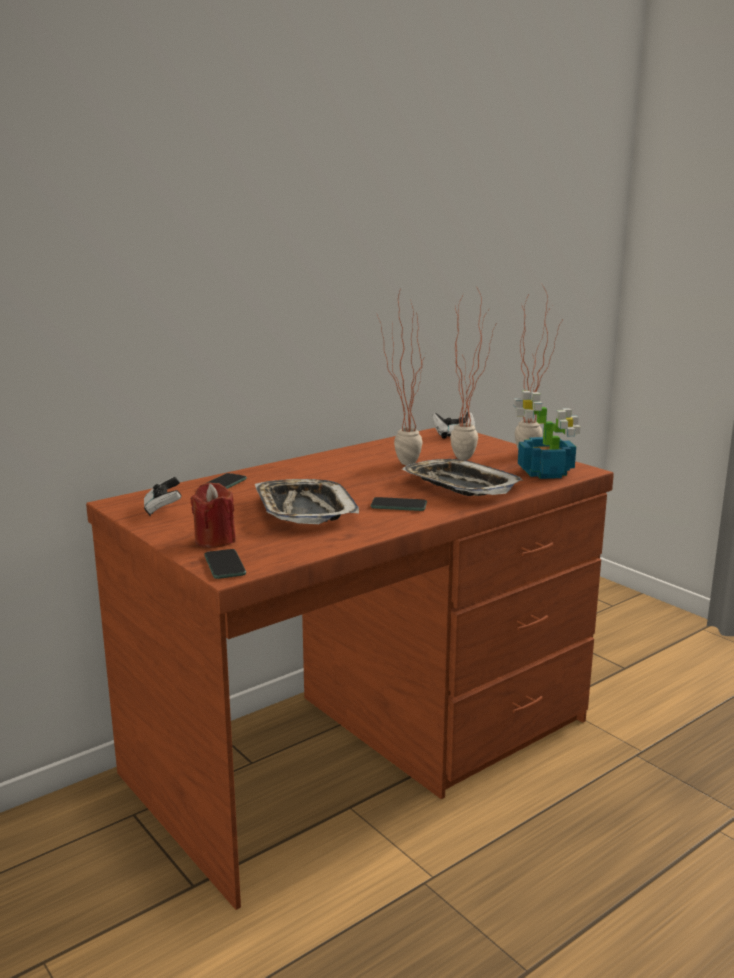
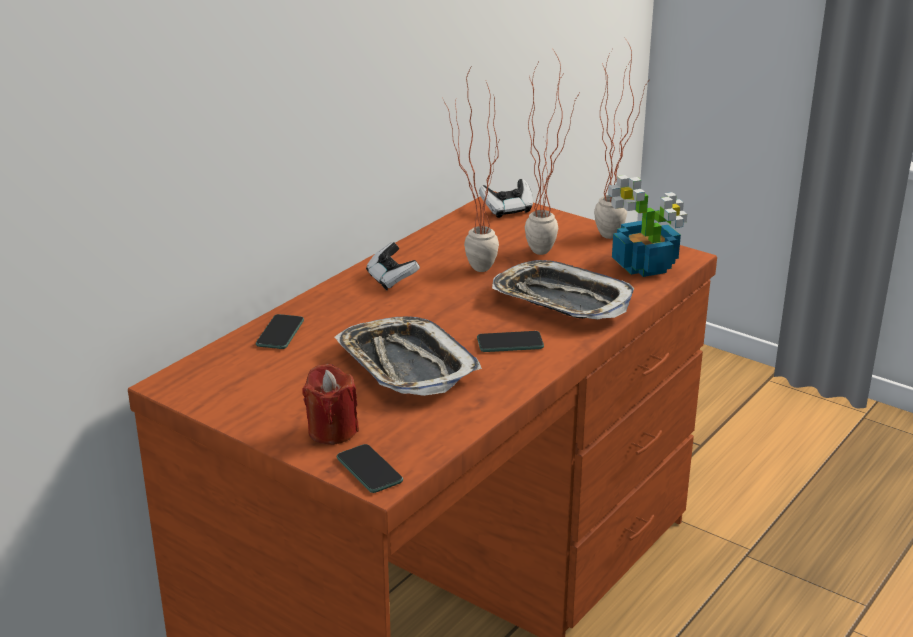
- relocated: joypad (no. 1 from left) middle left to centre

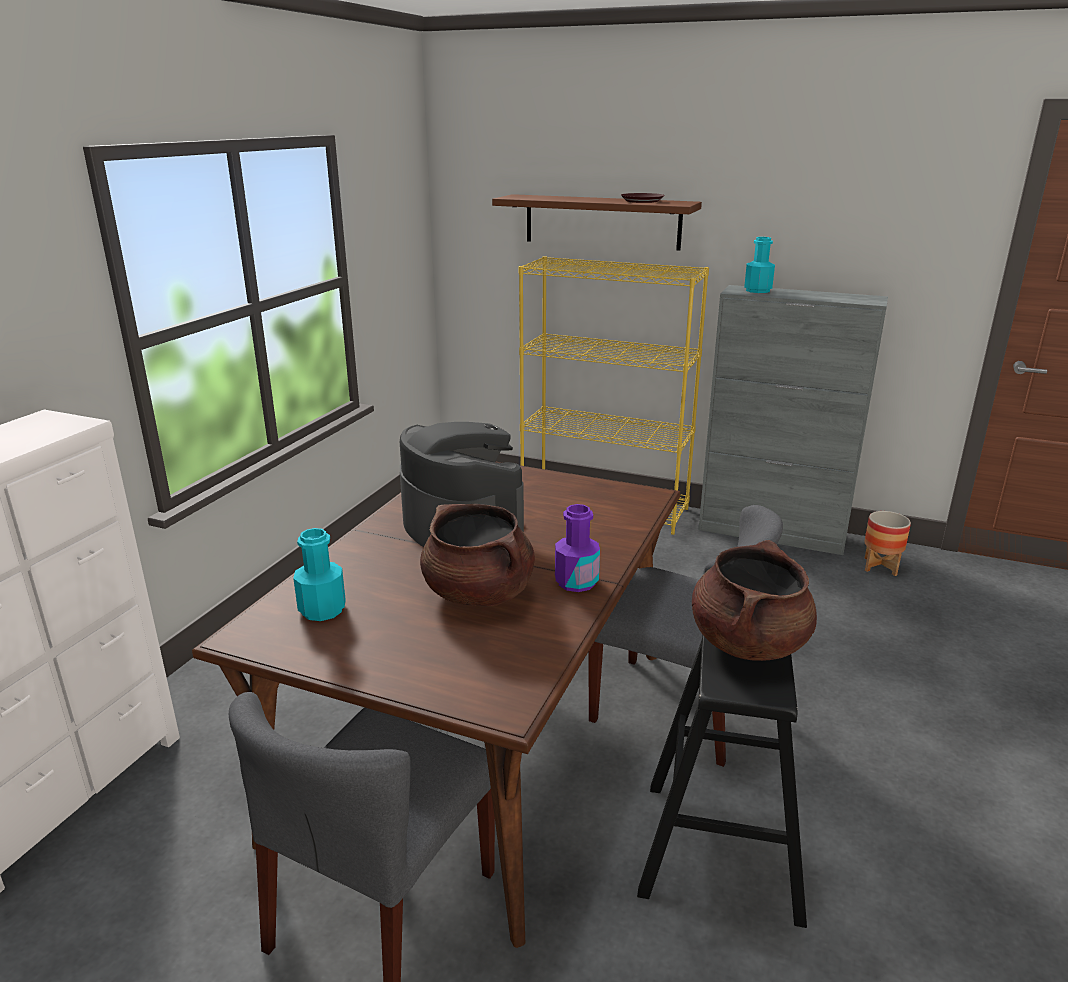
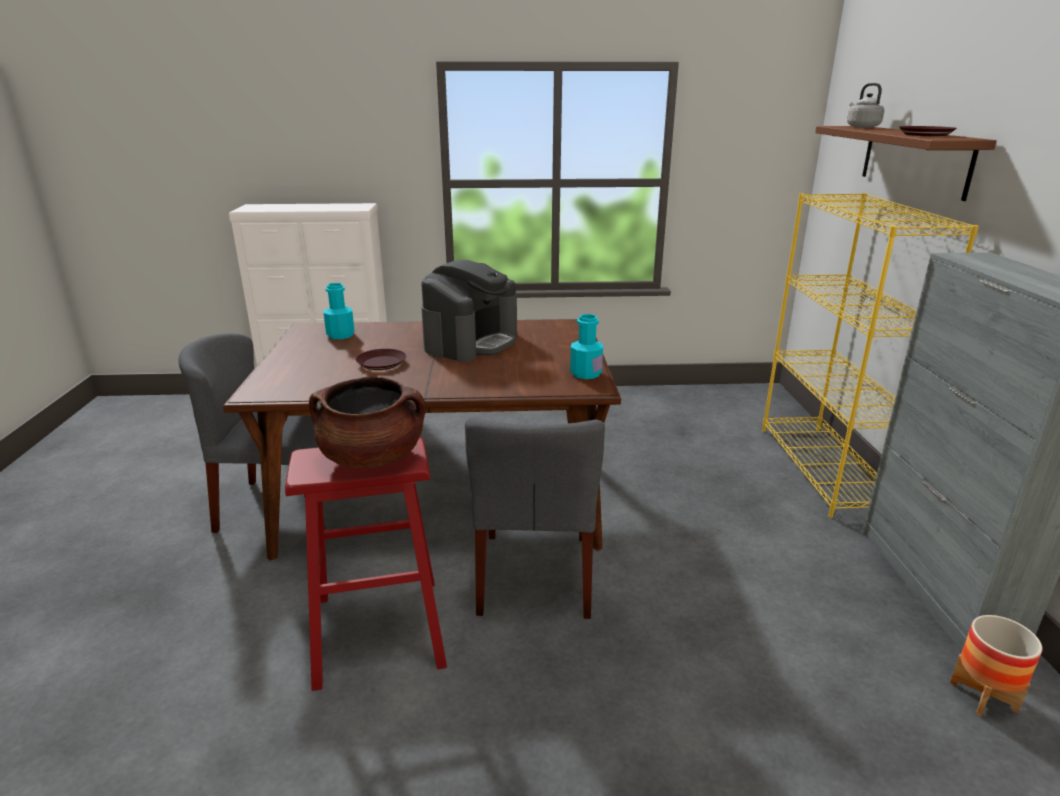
- relocated: turquoise drink bottle (no. 2 from left) top right to centre
- exchanged: brown saucepot (no. 1 from left) centre to brown dinner plate (no. 1 from left) centre
- missing: purple drink bottle centre
- colour: black-coloured stool seat bottom right to reddish stool seat bottom centre
- appeared: grey kettle top right

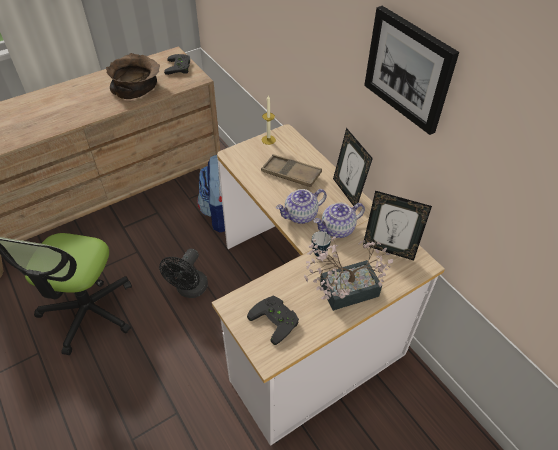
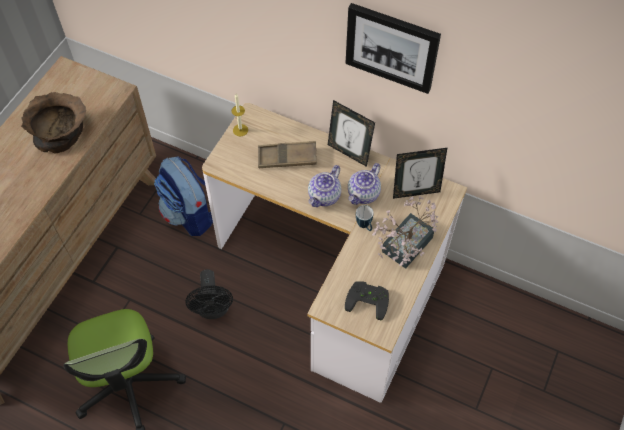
- missing: black-coloured joypad (no. 1 from left) top left

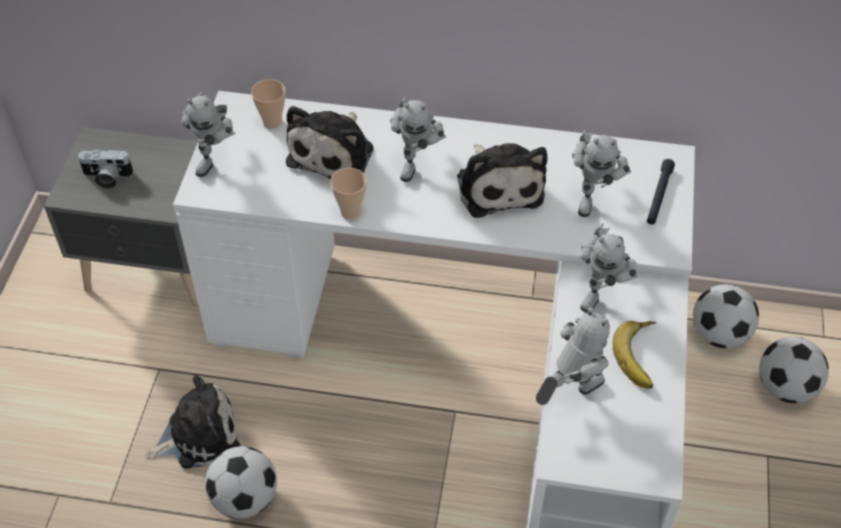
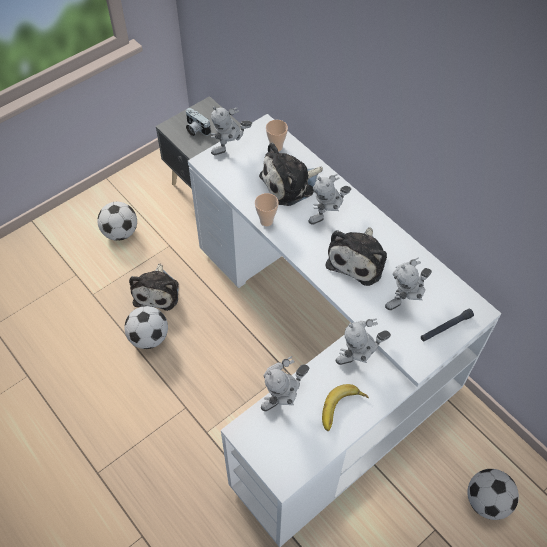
- relocated: football ball (no. 2 from left in the first image) middle right to football ball (no. 1 from left) middle left
- spun: robot figure (no. 3 from left in the first image) bottom right = bottom centre 135 degrees clockwise
- spun: soft toy (no. 1 from left) bottom left = middle left 75 degrees clockwise

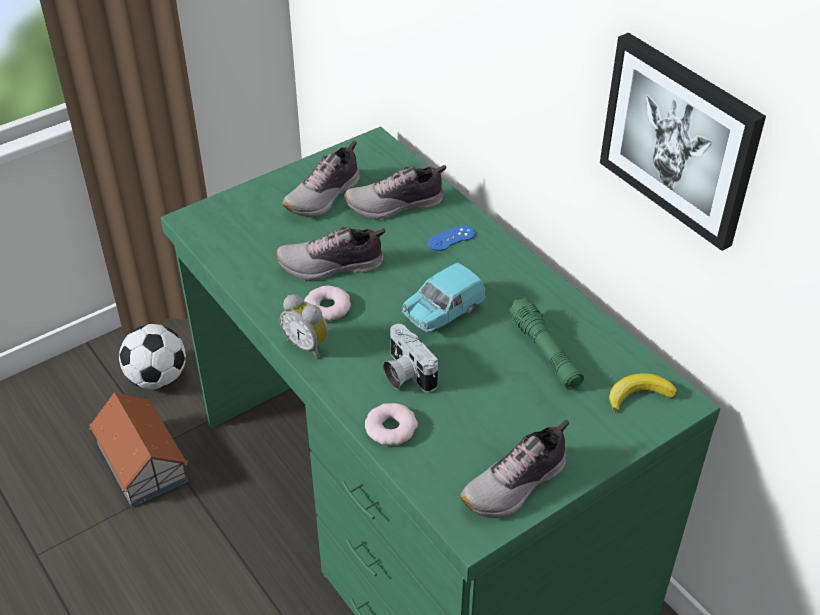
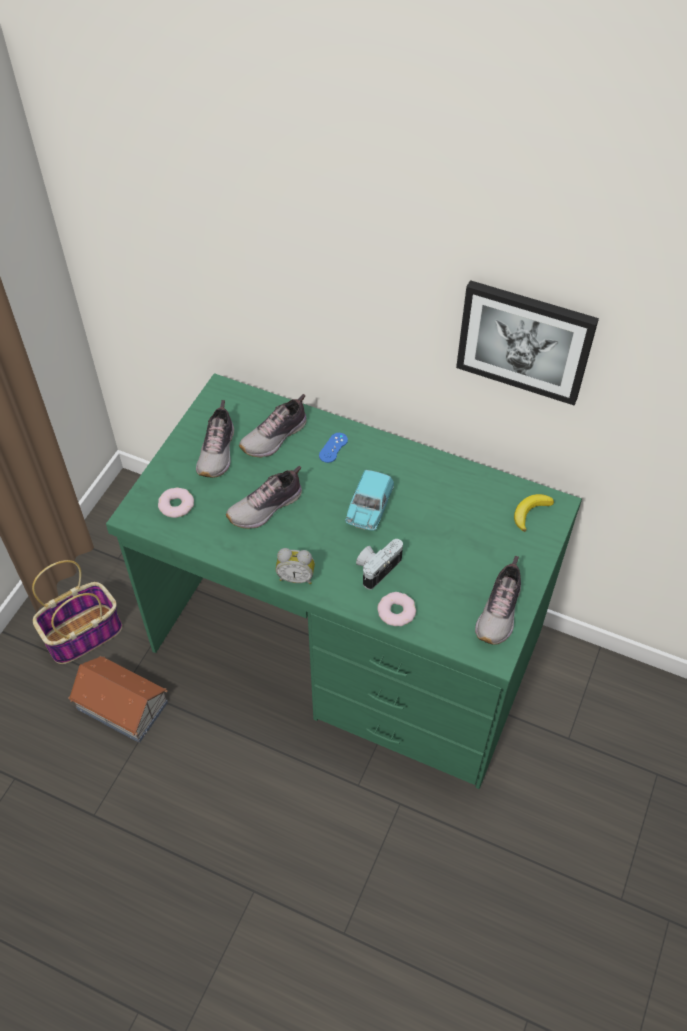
- relocated: donut (no. 1 from left) centre to middle left
- missing: green torch centre
- exchanged: football ball middle left to storage basket middle left
- spun: photo camera centre = centre 105 degrees clockwise

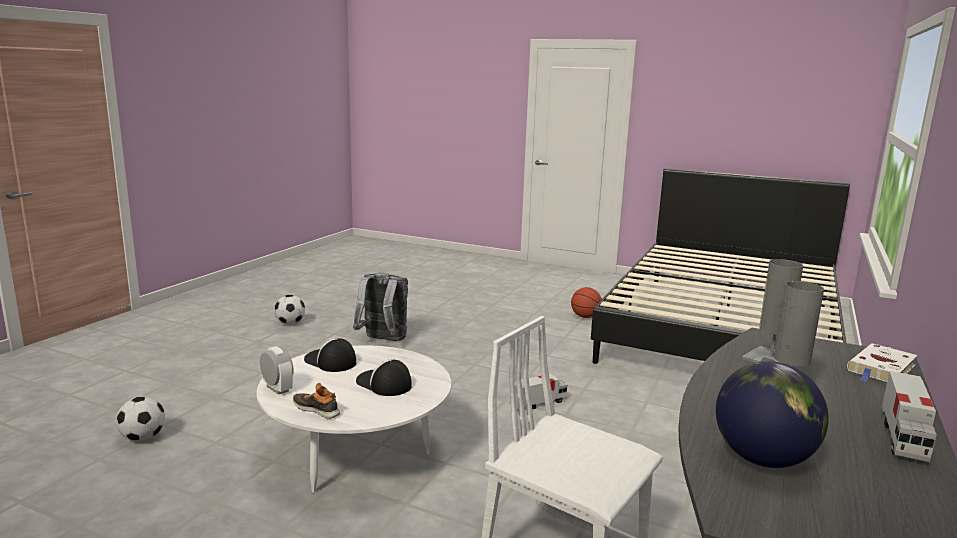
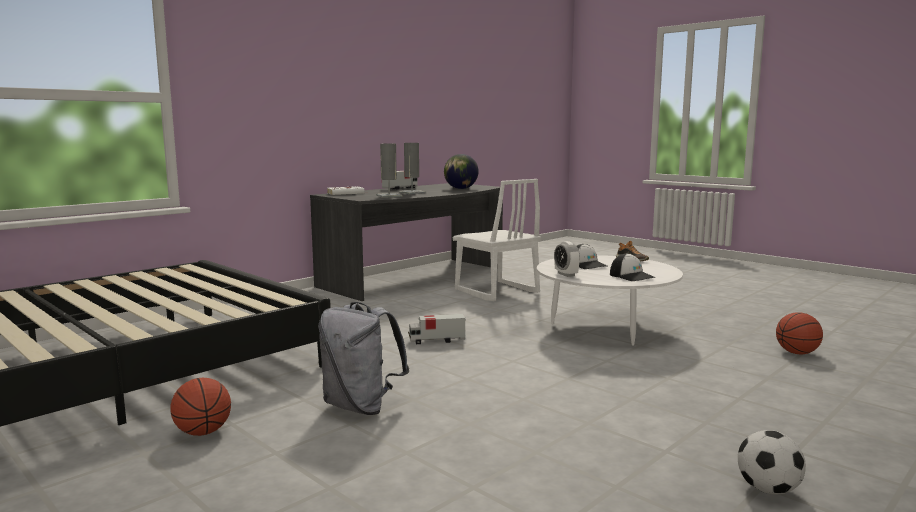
- relocated: grey rucksack centre to bottom centre
- relocated: bedside clock bottom left to centre
- exchanged: football ball (no. 1 from left) bottom left to basketball (no. 2 from left) middle right

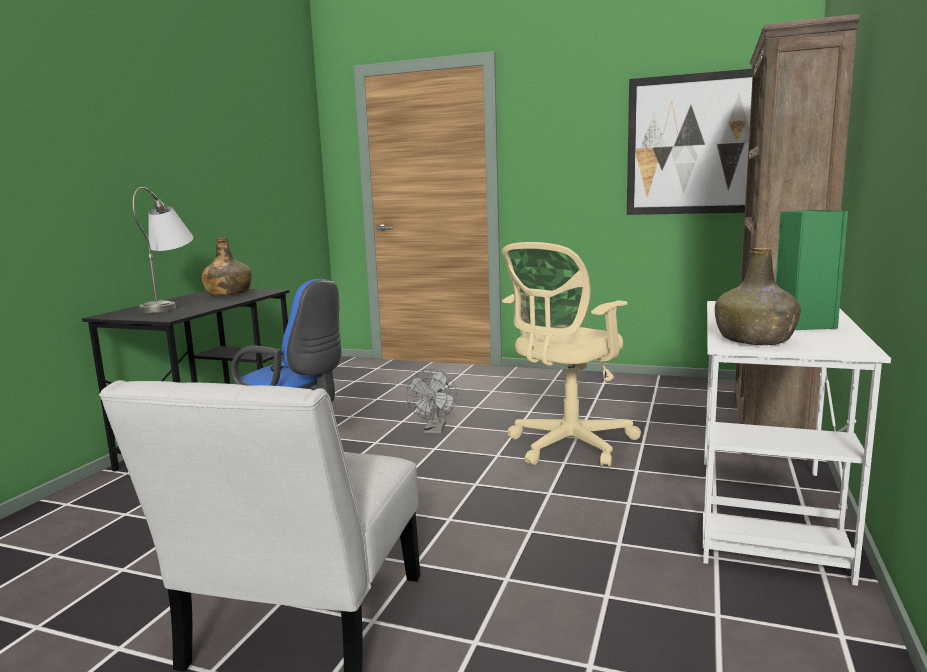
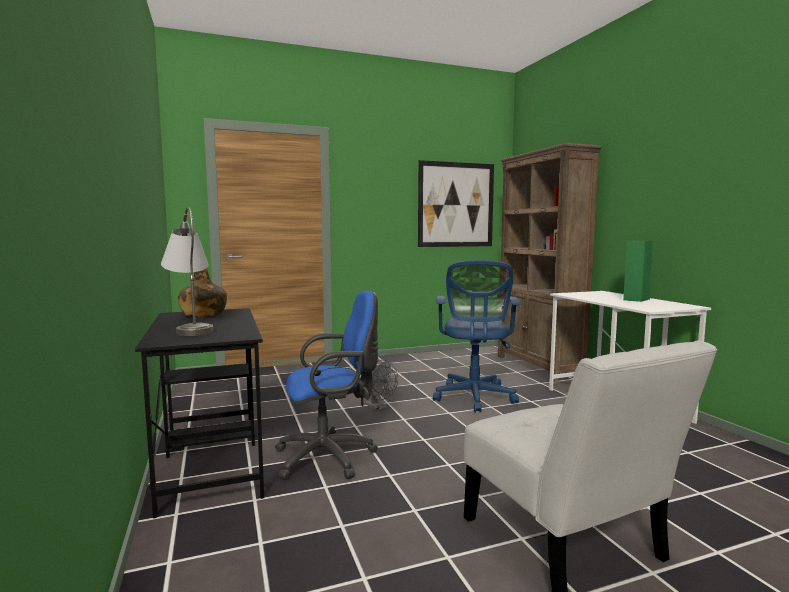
- colour: sand-coloured desk chair centre to blue-coloured desk chair (no. 2 from left) centre
- missing: green drink bottle (no. 2 from left) middle right

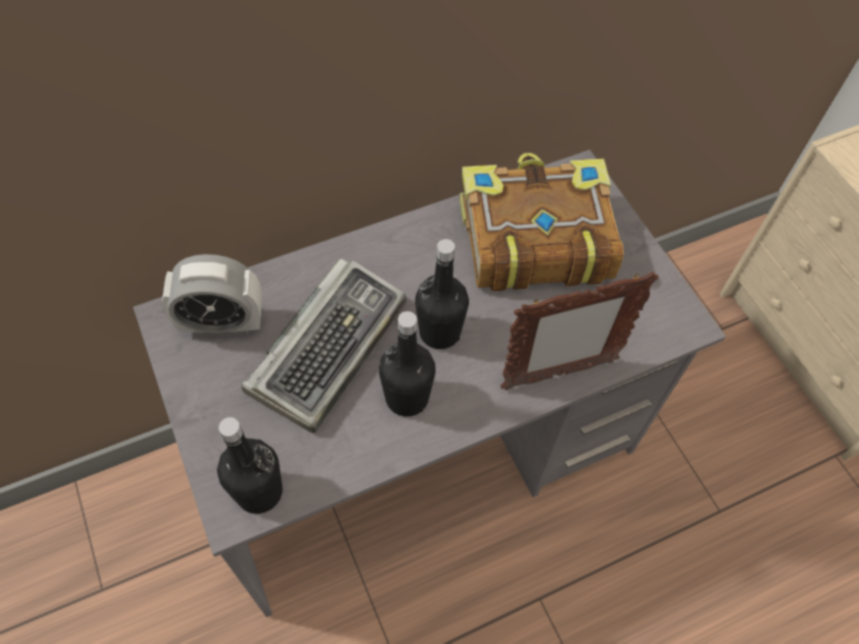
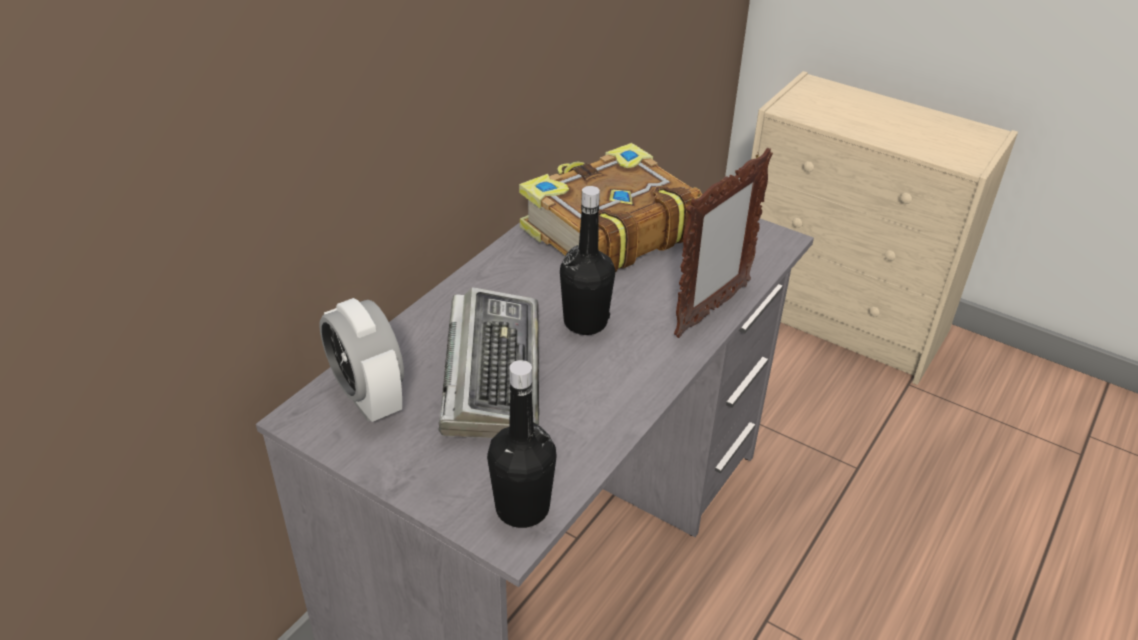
- spun: bedside clock middle left = middle left 90 degrees clockwise
- missing: black-coloured drink bottle (no. 2 from left) centre

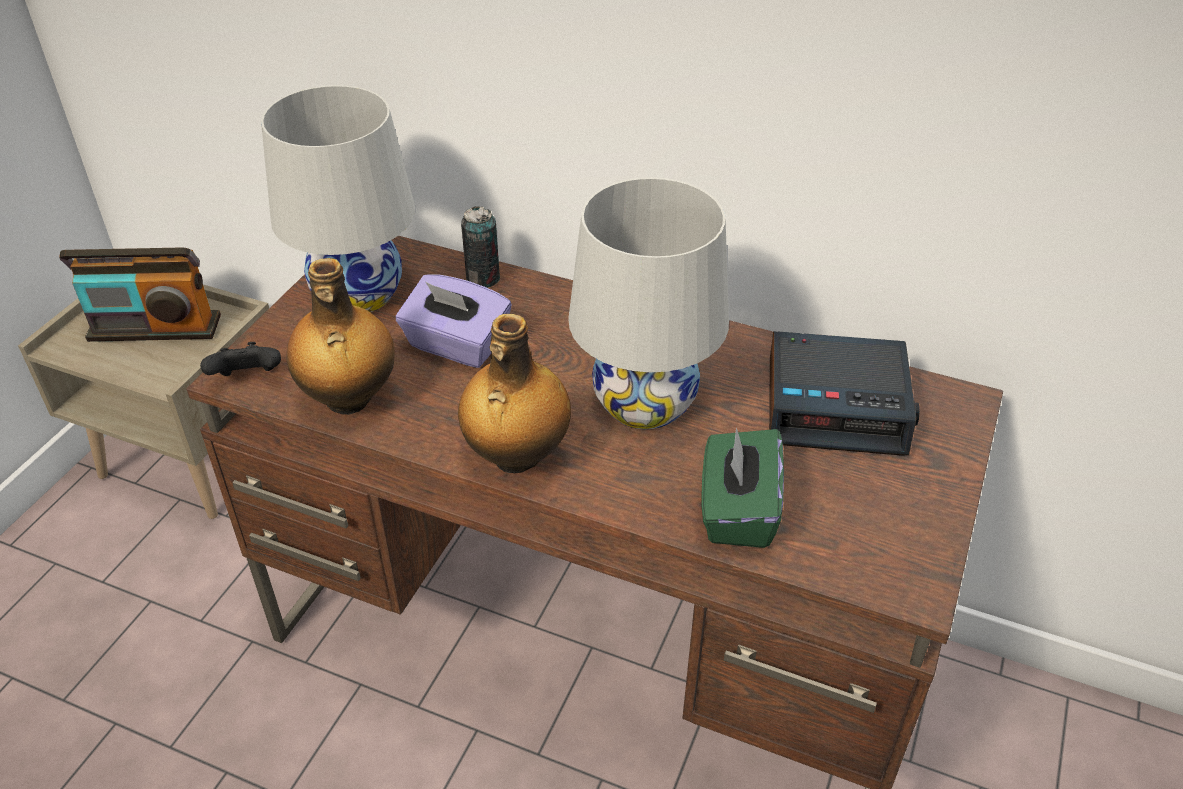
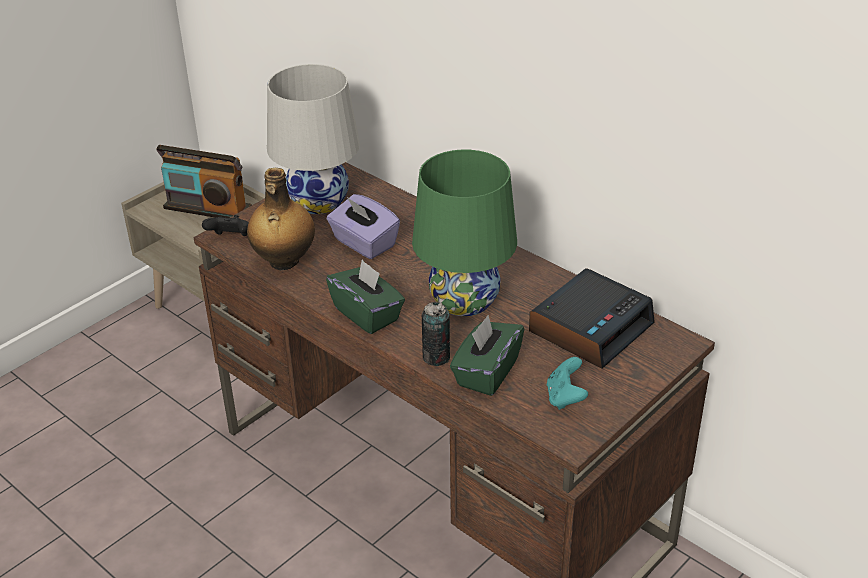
- colour: white tabletop lamp (no. 2 from left) centre to green tabletop lamp centre
- relocated: metal can top centre to centre
- exchanged: drink bottle (no. 2 from left) centre to green box of tissues (no. 1 from left) centre
- spun: bedside clock middle right = middle right 75 degrees counterclockwise
- appeared: turquoise joypad centre

